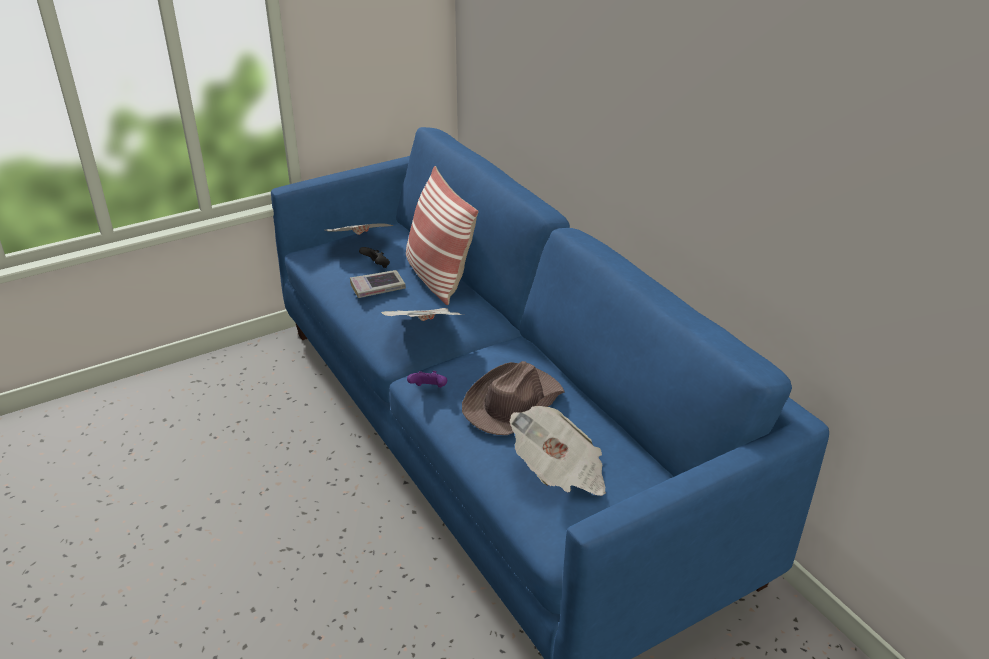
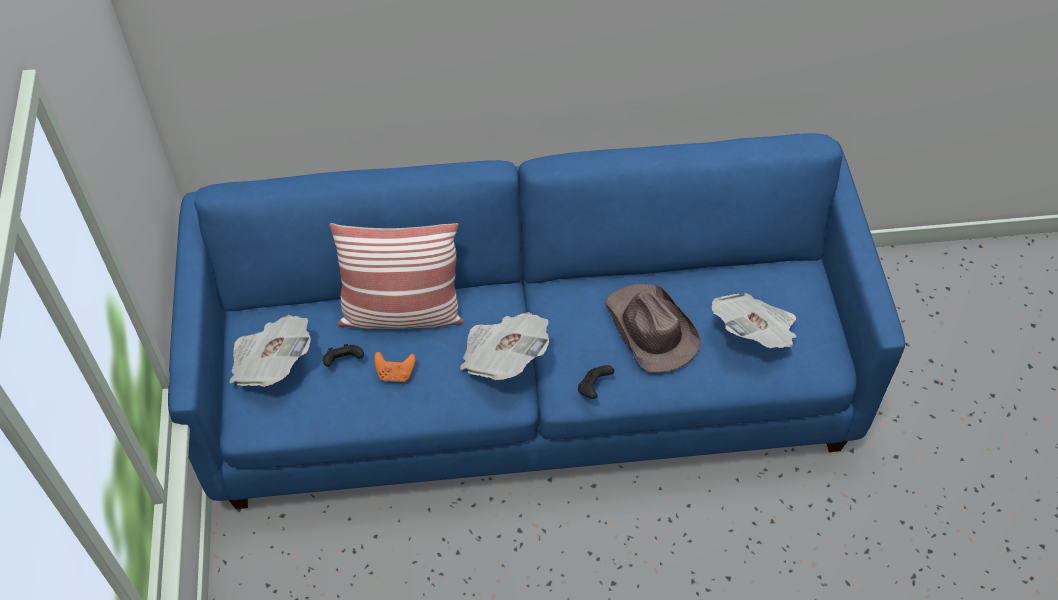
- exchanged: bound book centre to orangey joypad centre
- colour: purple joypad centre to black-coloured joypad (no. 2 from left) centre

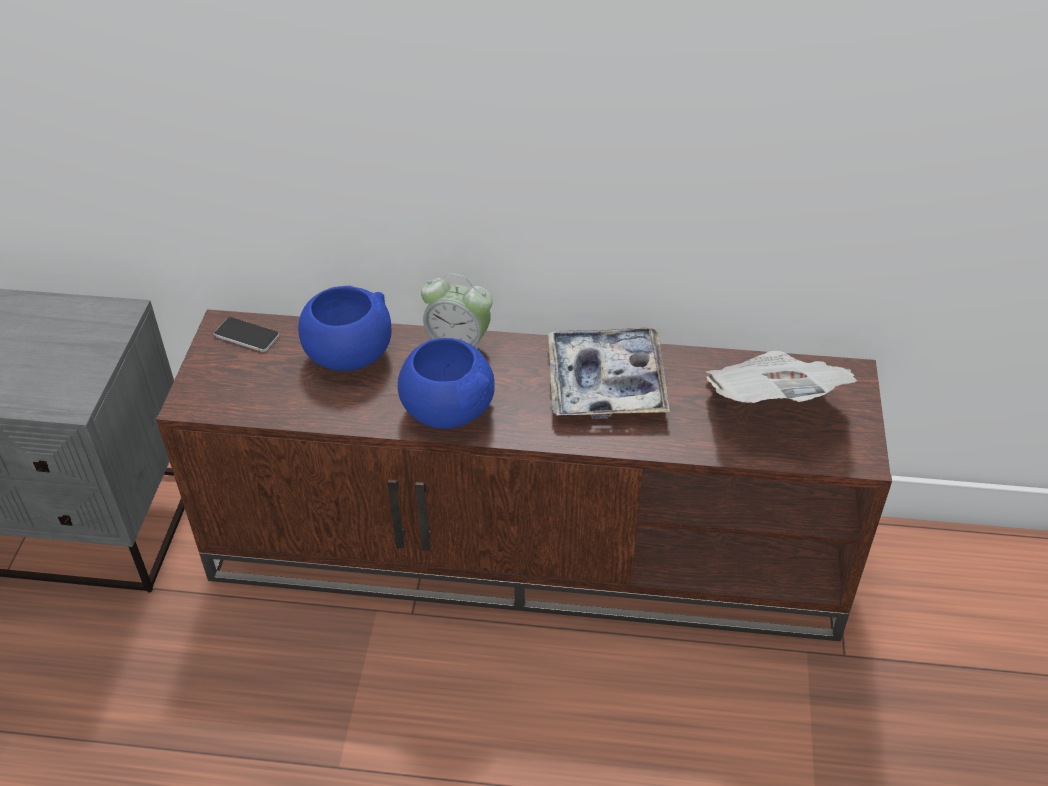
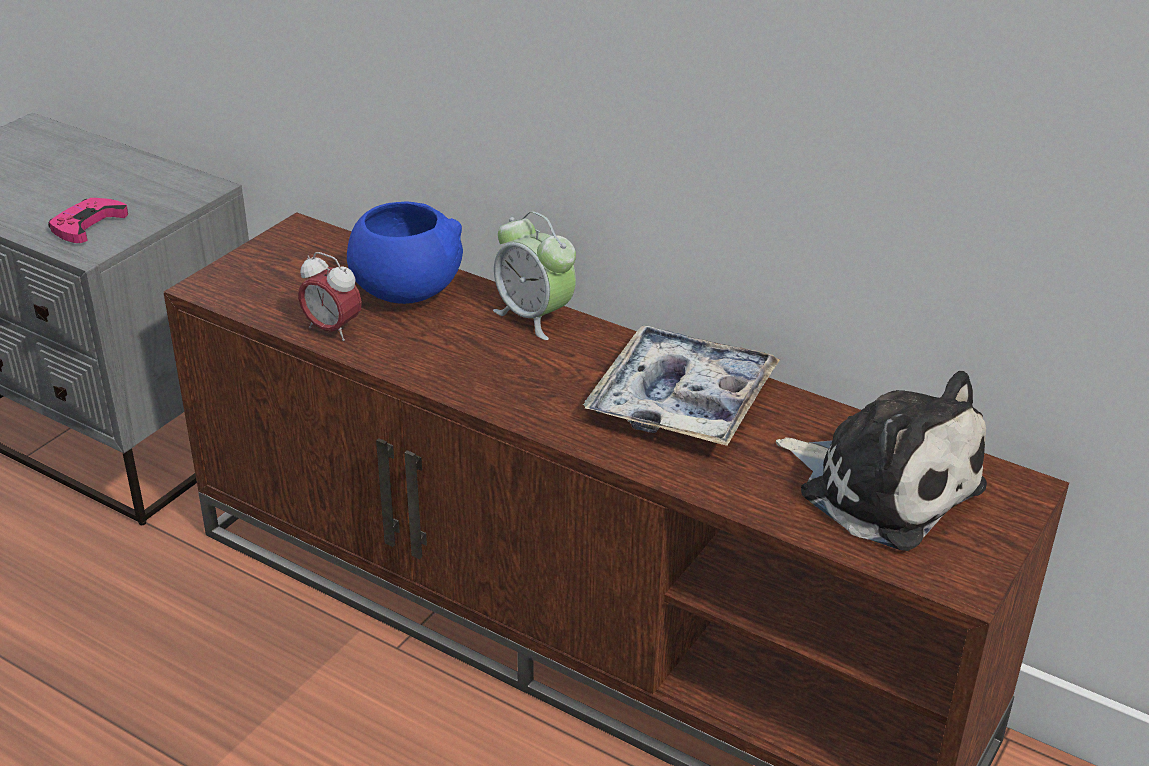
- missing: telephone middle left
- missing: blue-coloured bowl (no. 2 from left) centre
- exchanged: daily paper middle right to soft toy middle right
- appeared: pinkish joypad top left
- appeared: bedside clock (no. 1 from left) middle left

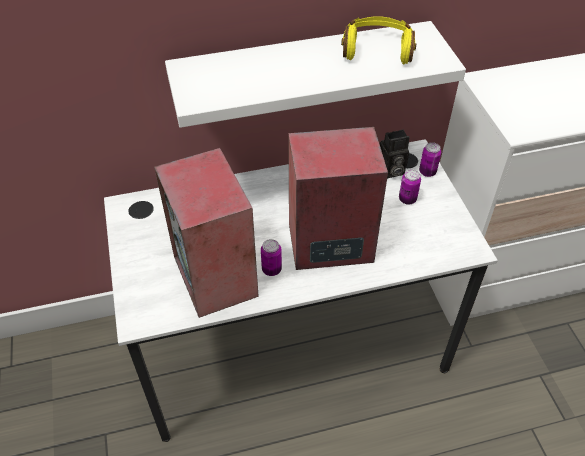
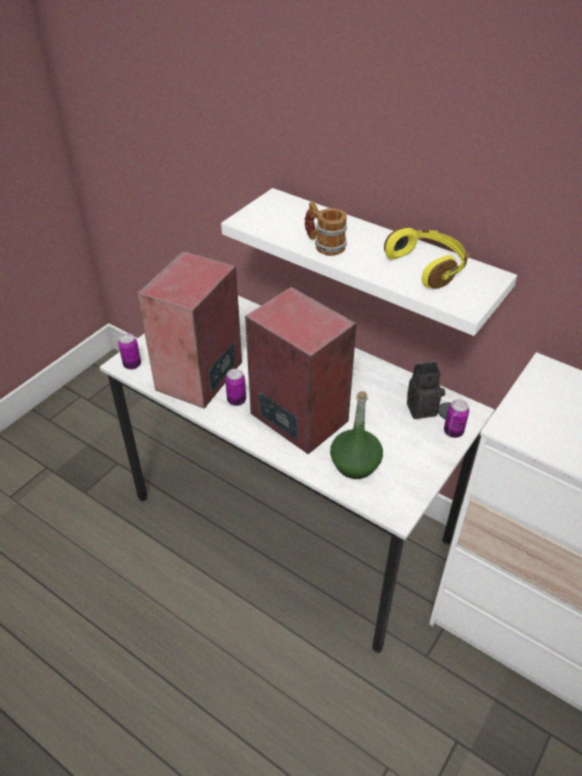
- spun: photo camera middle right = middle right 135 degrees clockwise
- relocated: metal can (no. 2 from left in the first image) middle right to metal can (no. 1 from left) middle left
- appeared: coffee mug top centre
- appeared: green drink bottle centre

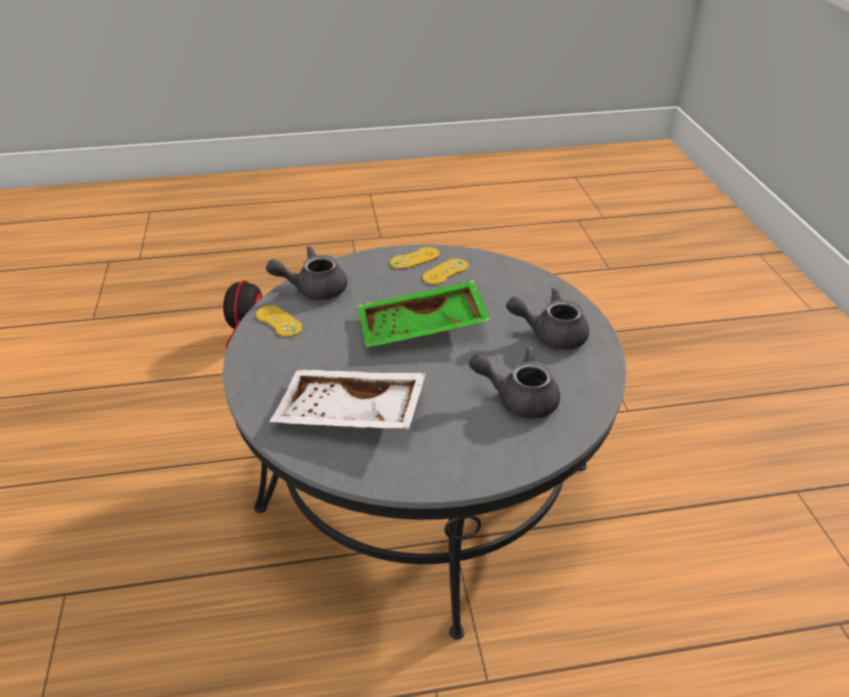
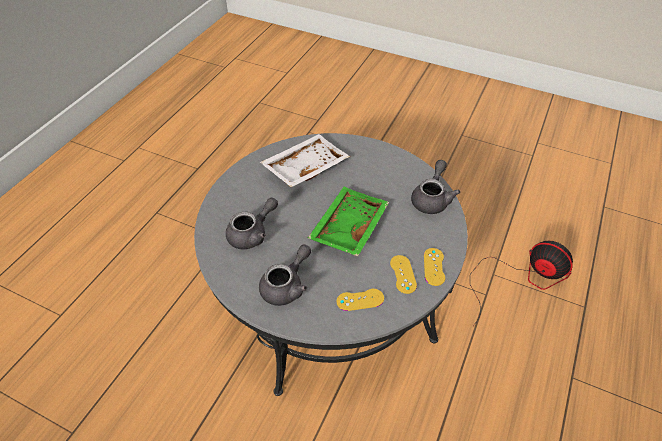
- relocated: yellow-coloured joypad (no. 1 from left) middle left to bottom centre

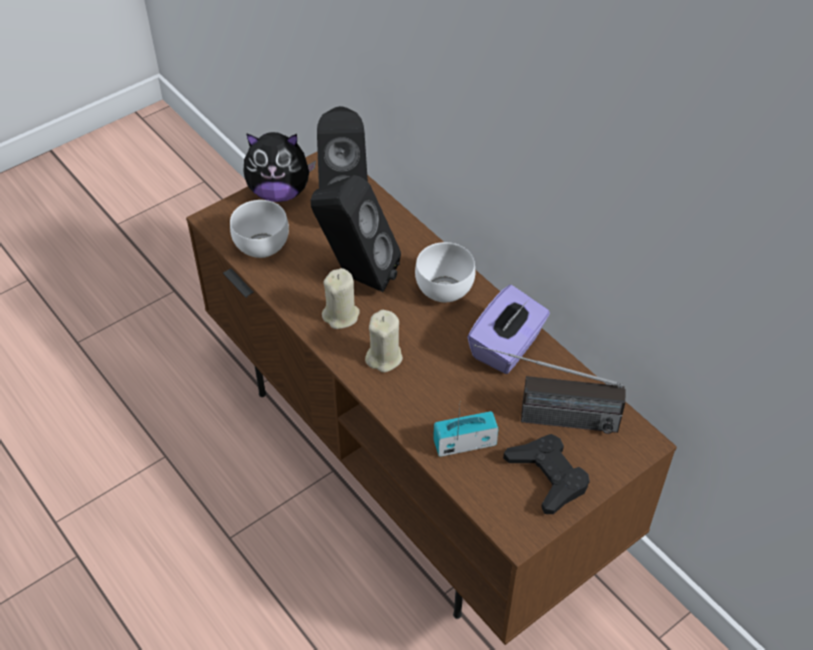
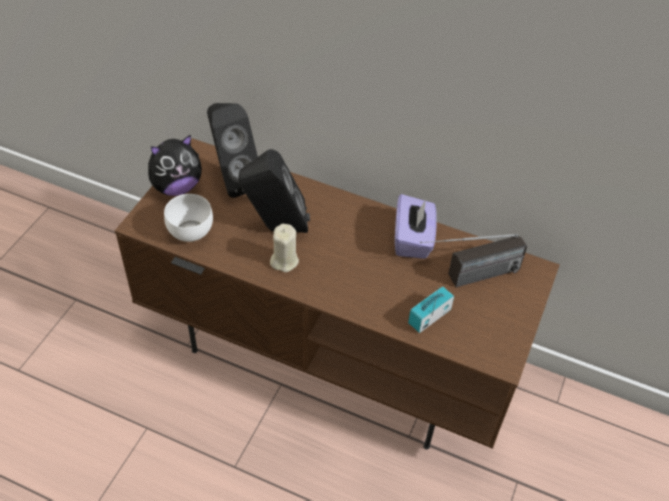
- missing: white bowl (no. 2 from left) centre
- missing: sand-coloured wax light (no. 2 from left) centre
- missing: black-coloured joypad bottom right

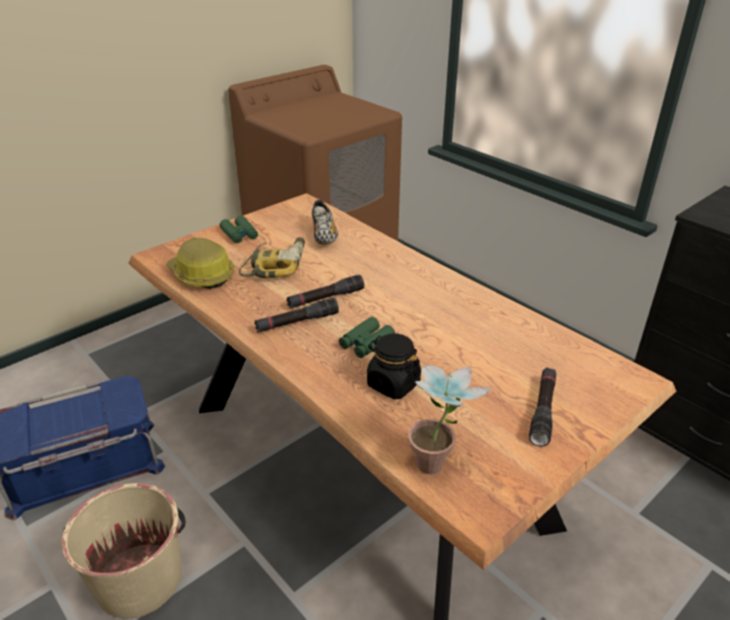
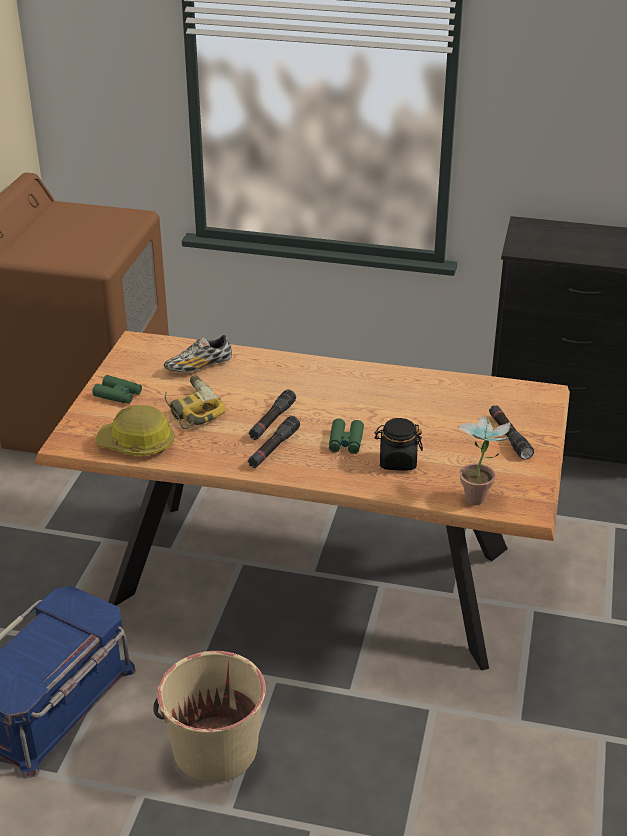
- spun: shoe centre = middle left 105 degrees clockwise

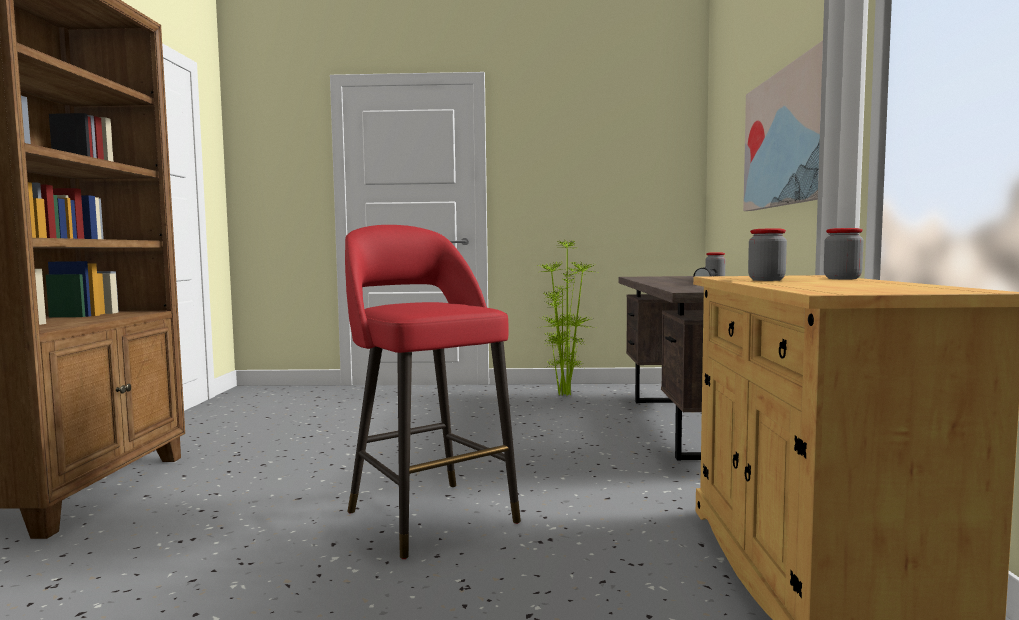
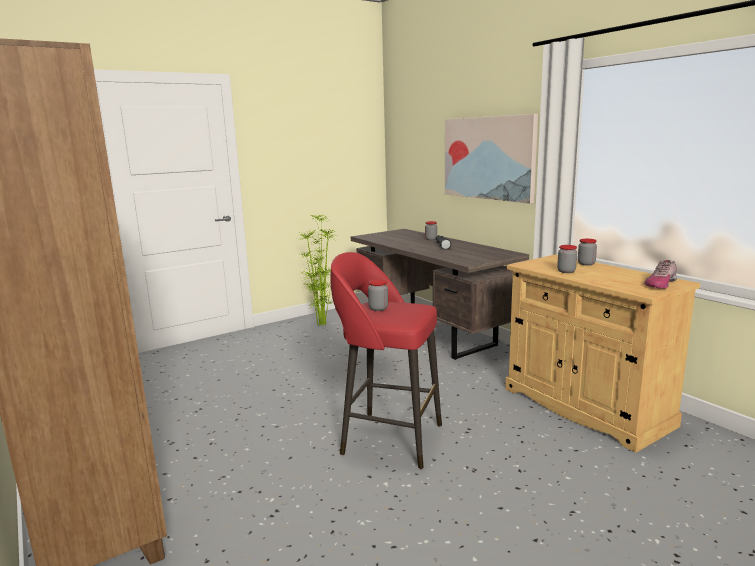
- appeared: shoe middle right
- appeared: storage jar (no. 1 from left) centre

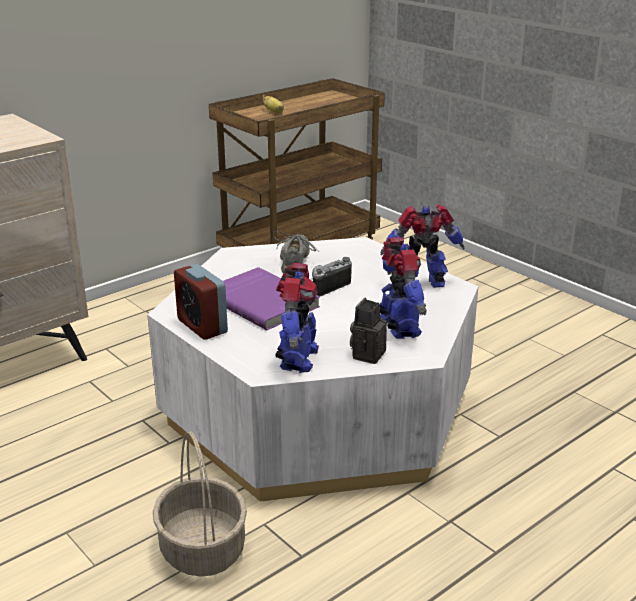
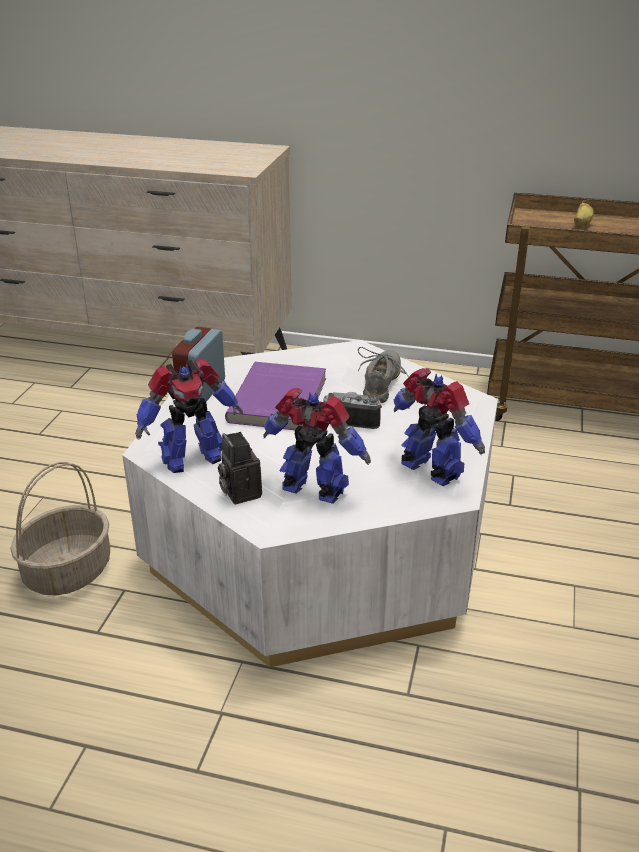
- spun: grey shoe centre = centre 45 degrees counterclockwise
- spun: robot figure (no. 2 from left) centre = centre 105 degrees counterclockwise
- spun: photo camera (no. 2 from left in the first image) centre = centre 105 degrees counterclockwise

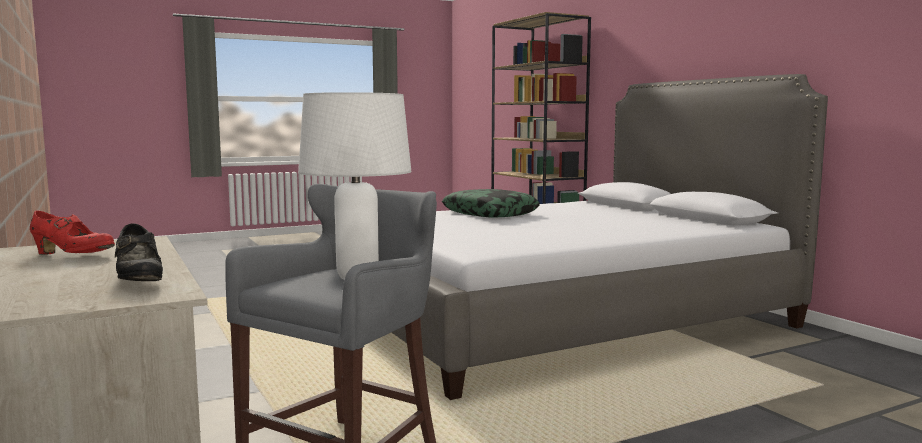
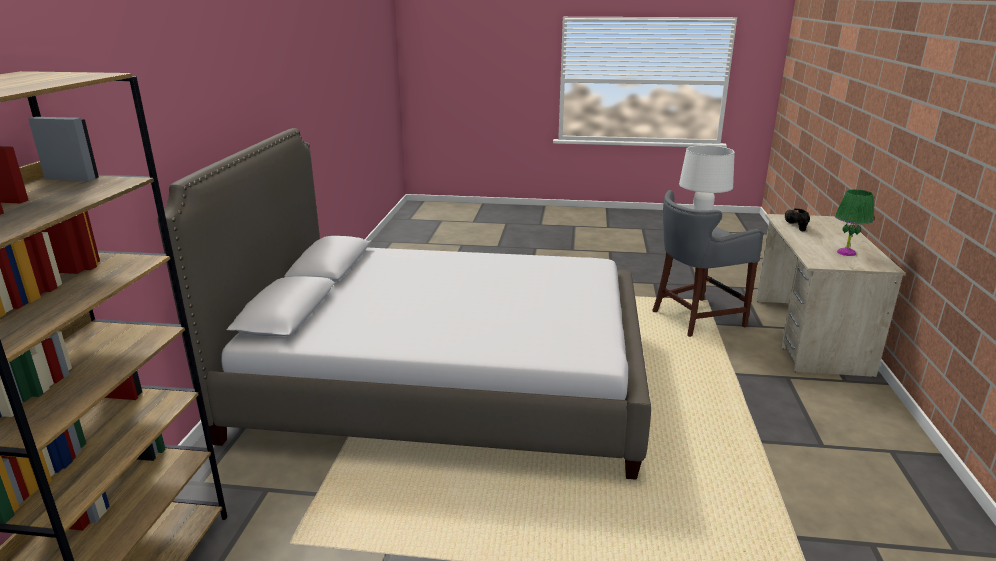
- missing: cushion centre
- exchanged: reddish shoe middle left to green tabletop lamp middle right

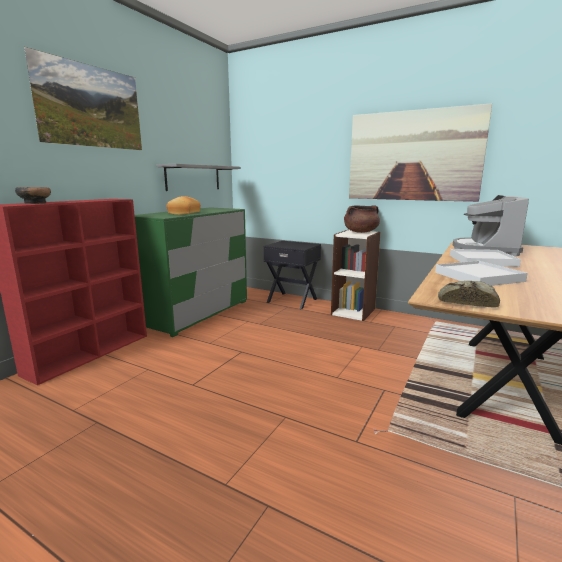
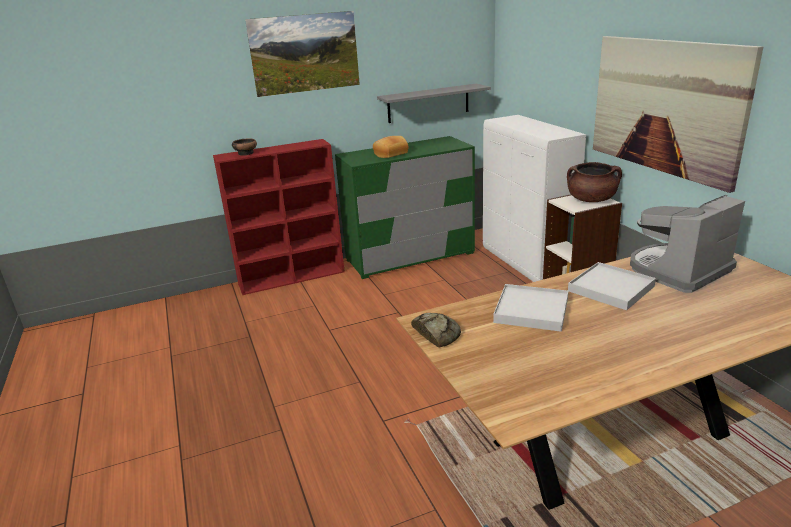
- exchanged: black-coloured bedside table centre to white storage cabinet middle right

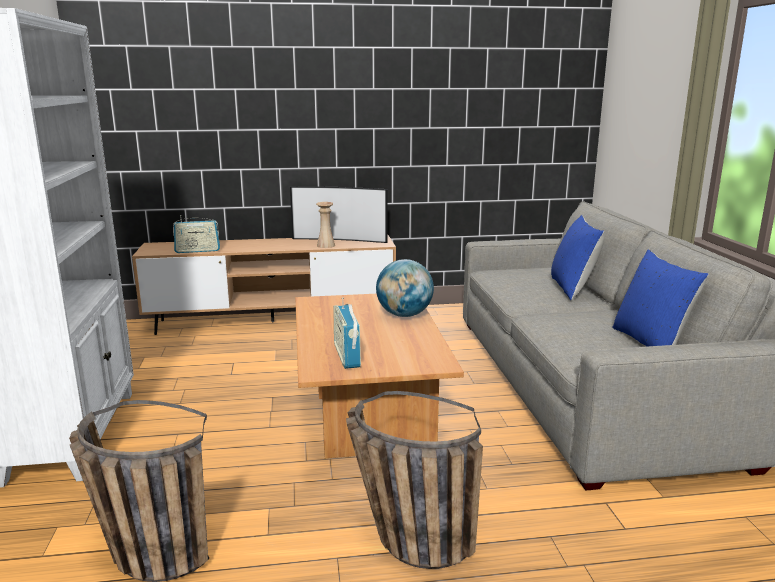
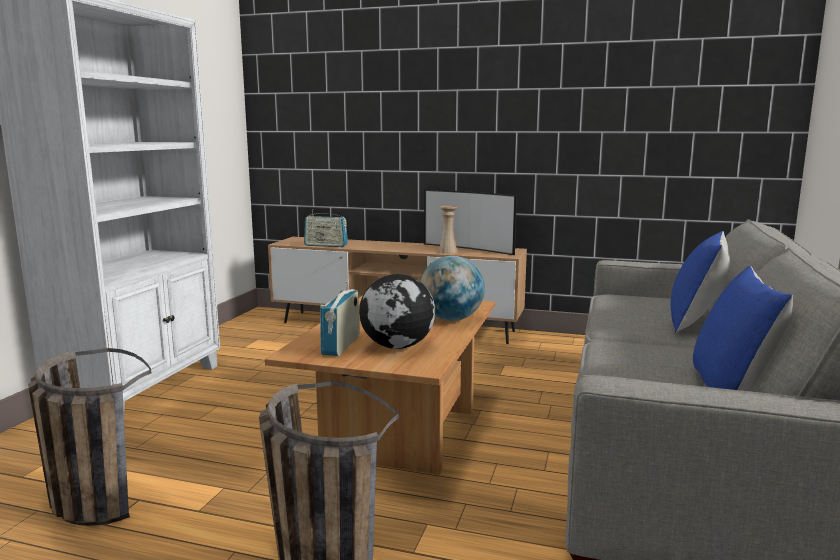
- appeared: desk globe (no. 1 from left) centre

